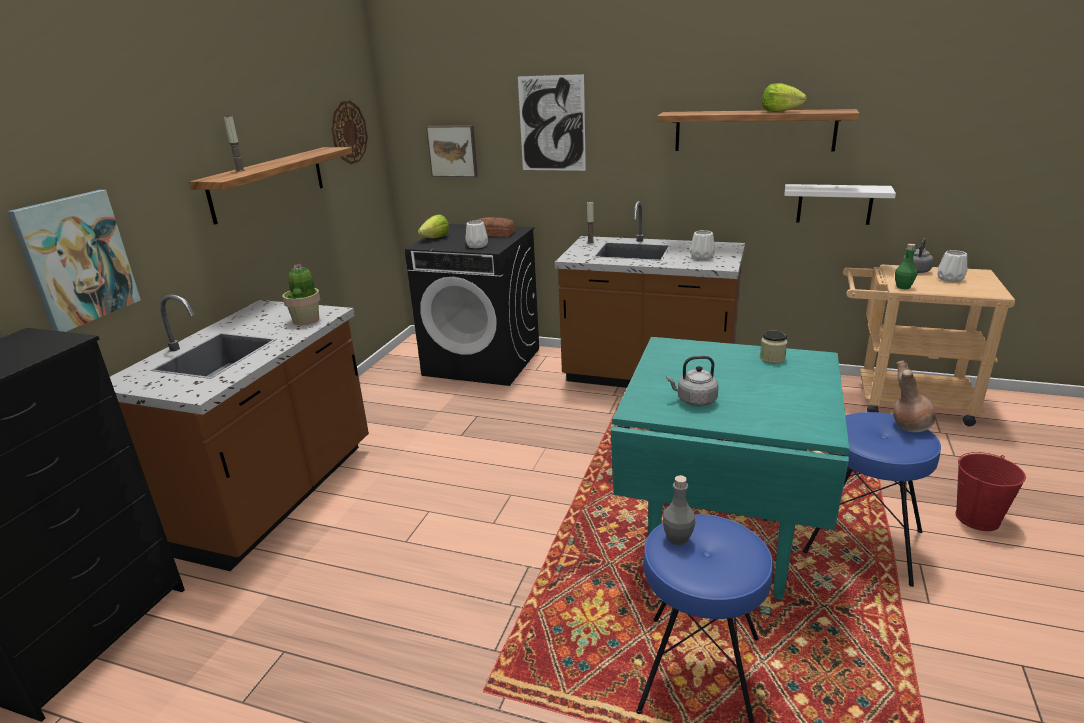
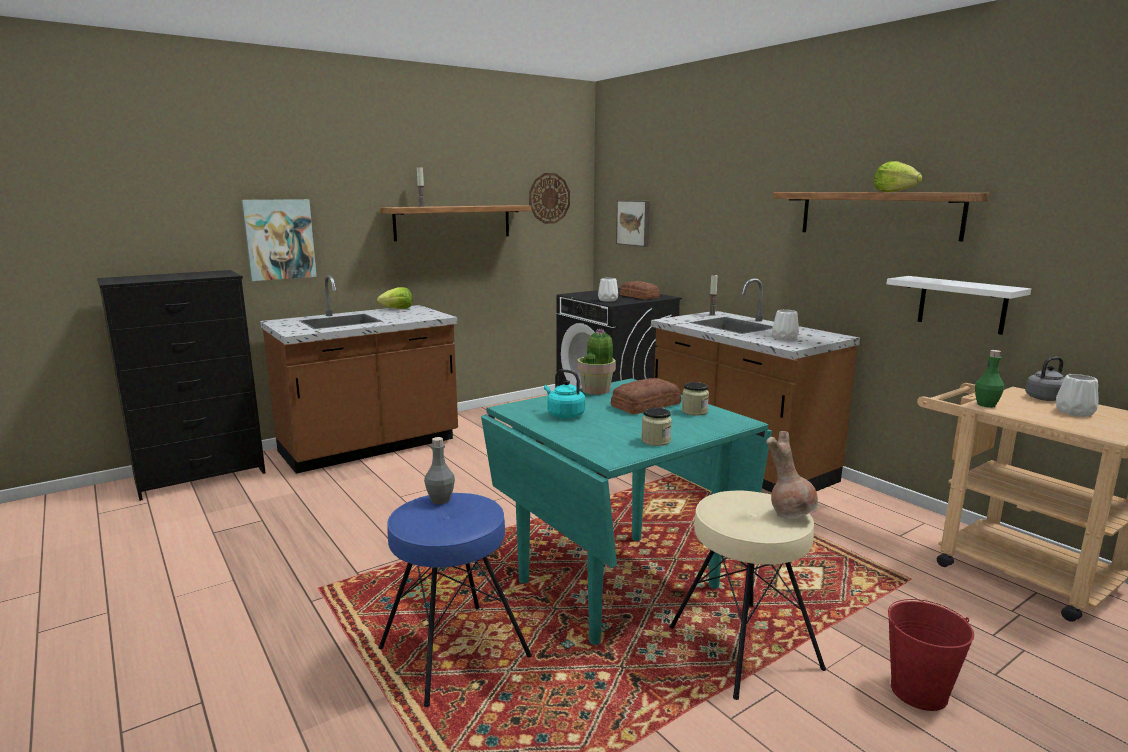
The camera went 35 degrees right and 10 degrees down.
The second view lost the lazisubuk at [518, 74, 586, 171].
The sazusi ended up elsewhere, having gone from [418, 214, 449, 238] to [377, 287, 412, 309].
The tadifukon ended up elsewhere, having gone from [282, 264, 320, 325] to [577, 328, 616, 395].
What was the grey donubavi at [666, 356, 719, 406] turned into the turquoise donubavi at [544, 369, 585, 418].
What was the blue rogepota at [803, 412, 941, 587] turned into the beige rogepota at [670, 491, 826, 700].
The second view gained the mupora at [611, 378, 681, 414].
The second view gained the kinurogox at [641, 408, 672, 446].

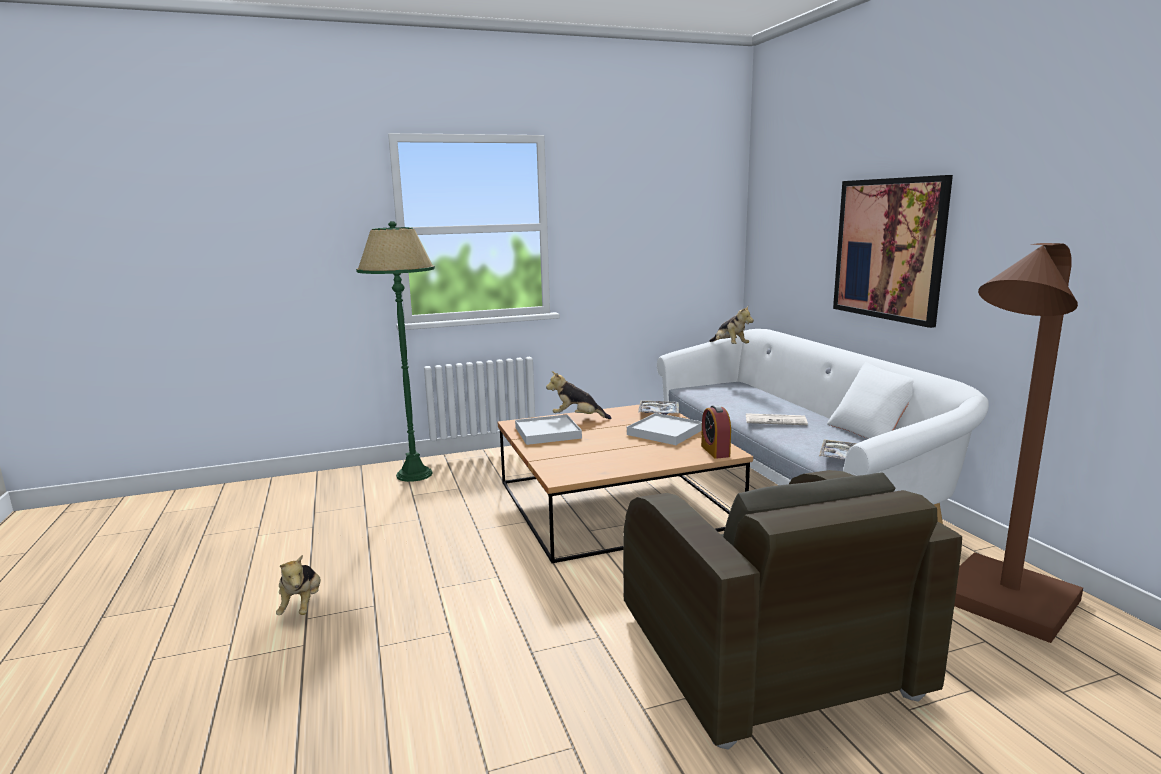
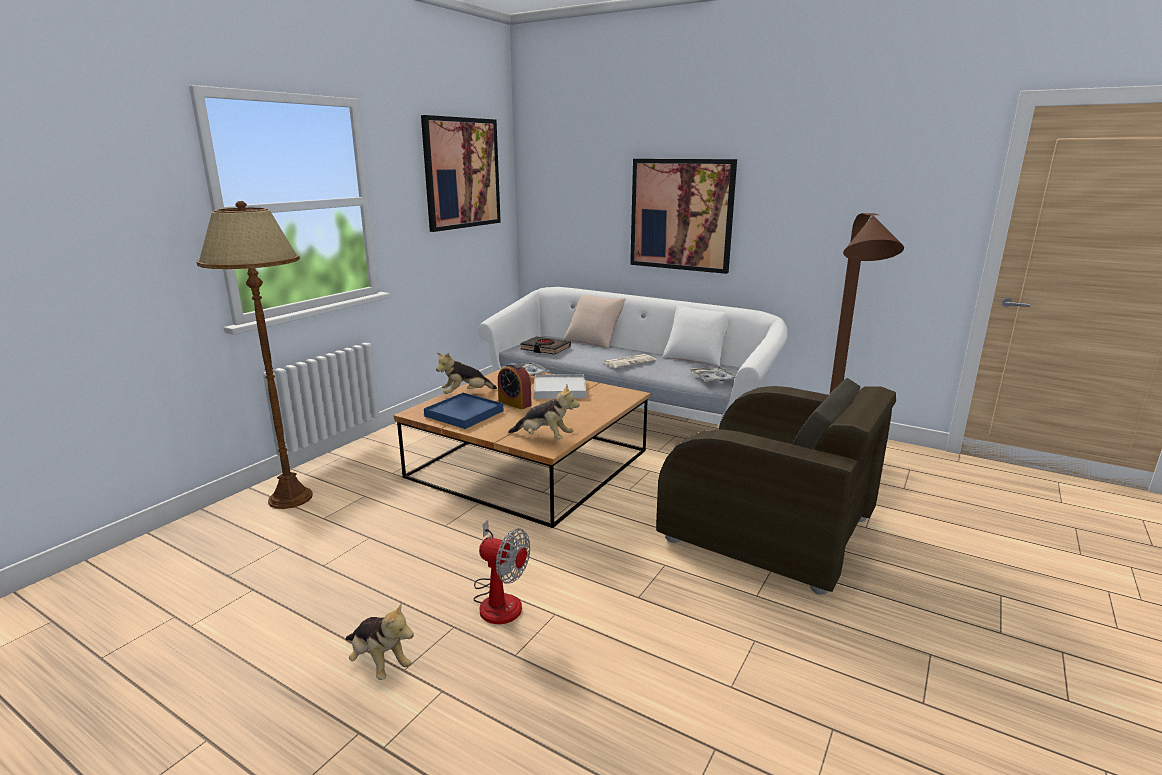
The camera went 40 degrees left and 5 degrees up.
What was the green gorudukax at [356, 221, 435, 482] turned into the brown gorudukax at [197, 201, 313, 509].
The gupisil ended up elsewhere, having gone from [709, 306, 754, 344] to [508, 385, 580, 439].
The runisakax ended up elsewhere, having gone from [701, 405, 731, 459] to [498, 363, 531, 409].
What was the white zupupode at [515, 414, 582, 445] turned into the blue zupupode at [424, 393, 504, 429].
The second view gained the lazisubuk at [421, 115, 501, 232].
The second view gained the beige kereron at [563, 295, 626, 349].
The second view gained the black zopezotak at [520, 336, 571, 354].
The second view gained the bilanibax at [473, 520, 530, 624].

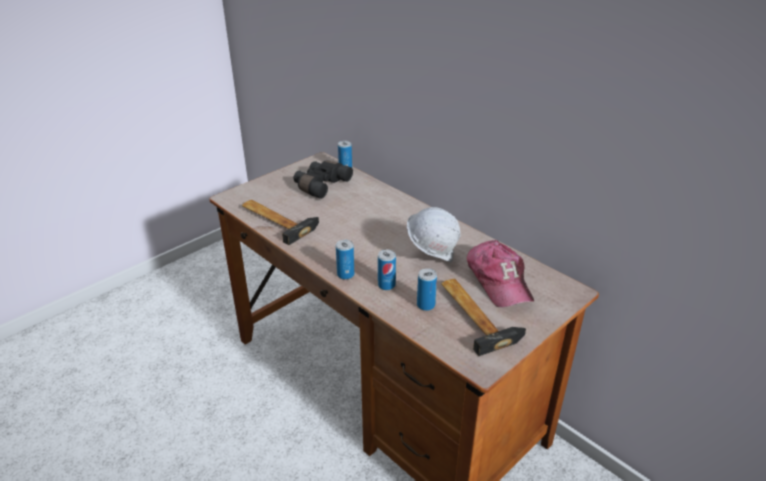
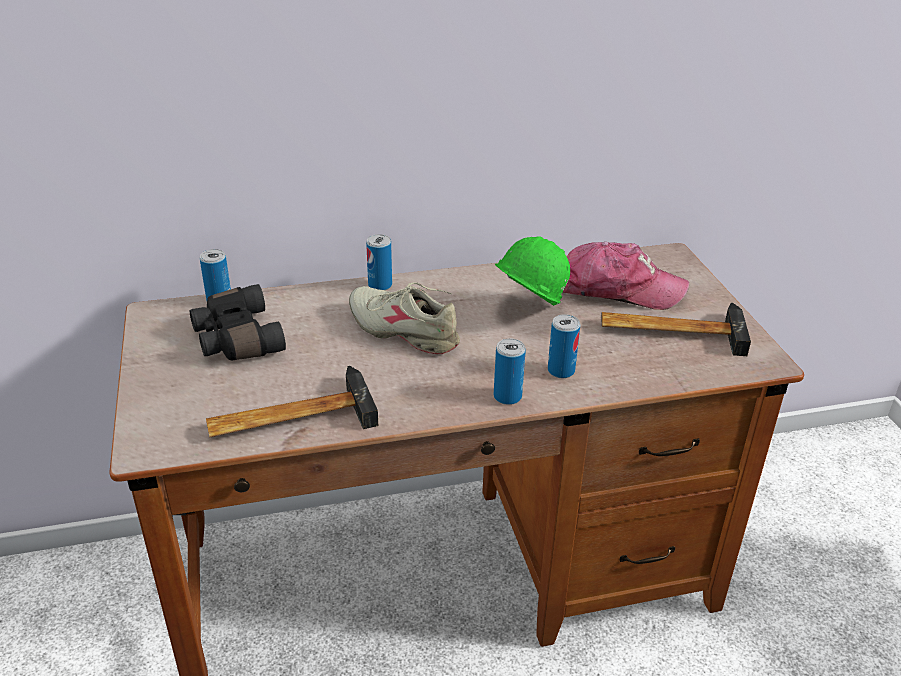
The camera went 60 degrees left and 0 degrees up.
What was the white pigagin at [407, 207, 461, 262] turned into the green pigagin at [495, 236, 570, 306].
The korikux ended up elsewhere, having gone from [417, 268, 437, 311] to [366, 234, 392, 290].
The second view gained the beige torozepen at [349, 282, 460, 354].

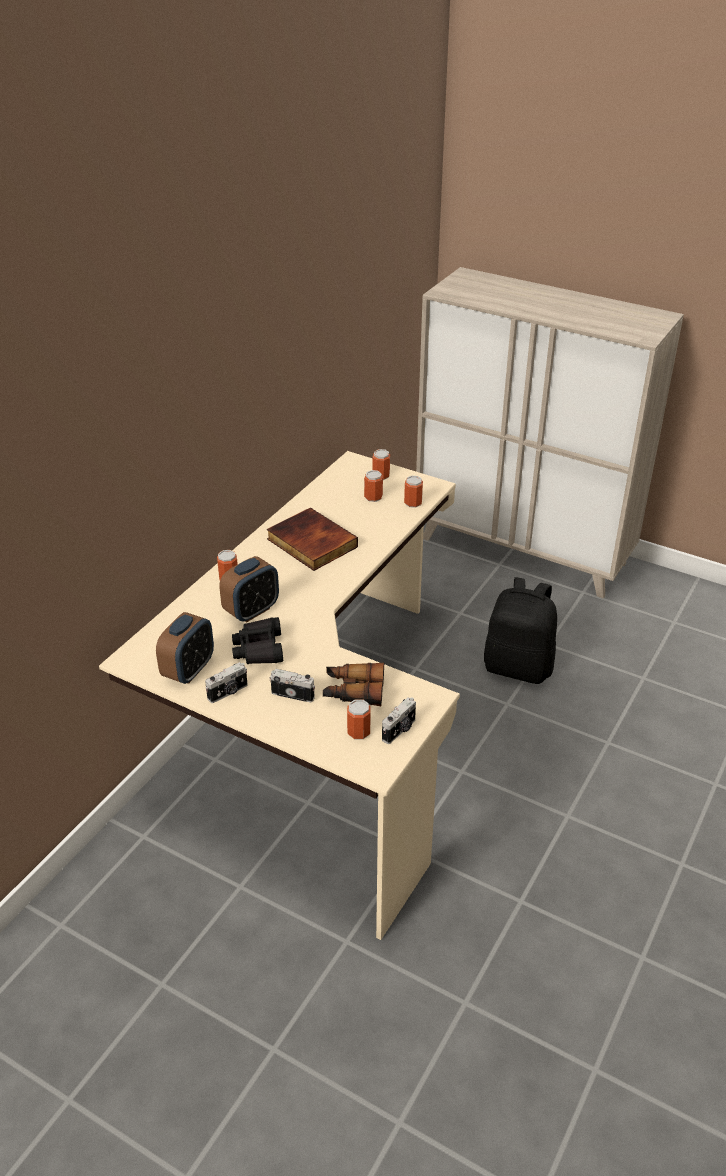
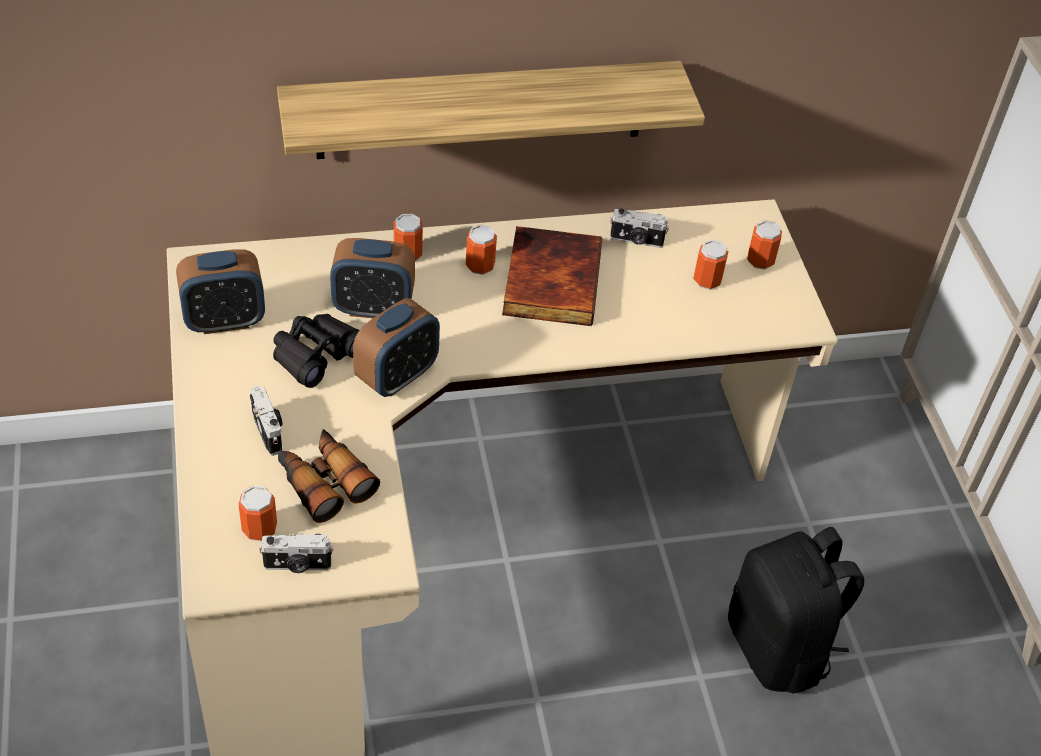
The camera went 45 degrees right and 10 degrees up.
The korikux ended up elsewhere, having gone from [404, 476, 423, 508] to [466, 224, 497, 275].
The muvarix ended up elsewhere, having gone from [205, 662, 248, 703] to [610, 209, 669, 248].
The second view gained the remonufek at [277, 61, 705, 159].
The second view gained the runisakax at [353, 298, 440, 397].

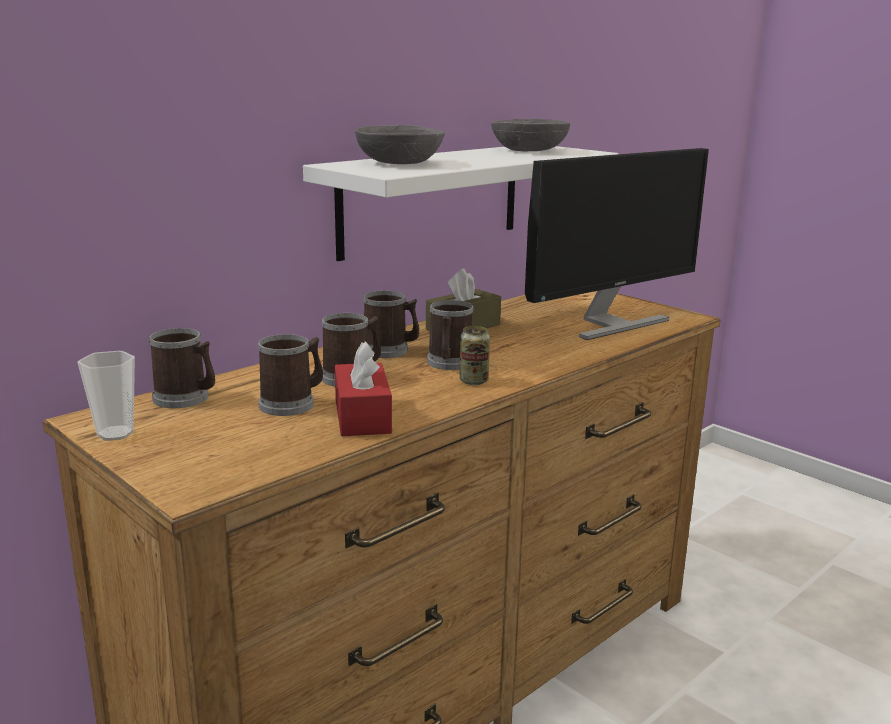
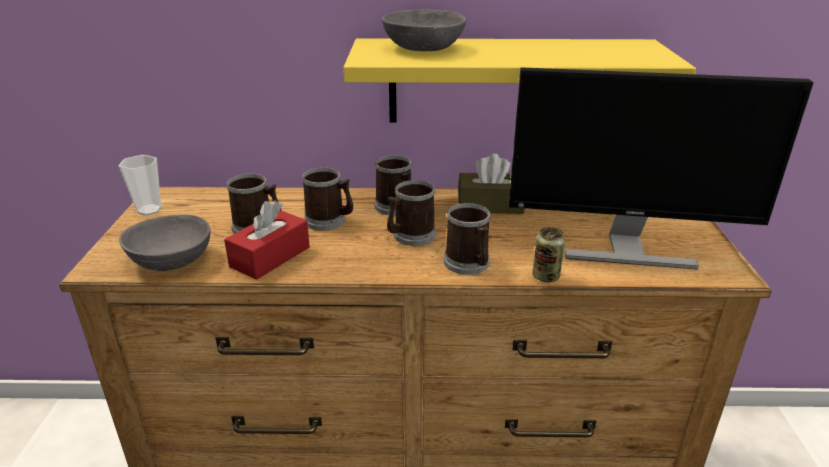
The camera went 45 degrees right and 10 degrees up.
The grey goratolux ended up elsewhere, having gone from [491, 119, 570, 151] to [119, 214, 210, 271].
What was the white remonufek at [303, 146, 619, 261] turned into the yellow remonufek at [343, 38, 696, 123].
The korikux ended up elsewhere, having gone from [460, 326, 490, 385] to [532, 227, 565, 282].
The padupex ended up elsewhere, having gone from [149, 328, 215, 408] to [444, 203, 490, 275].

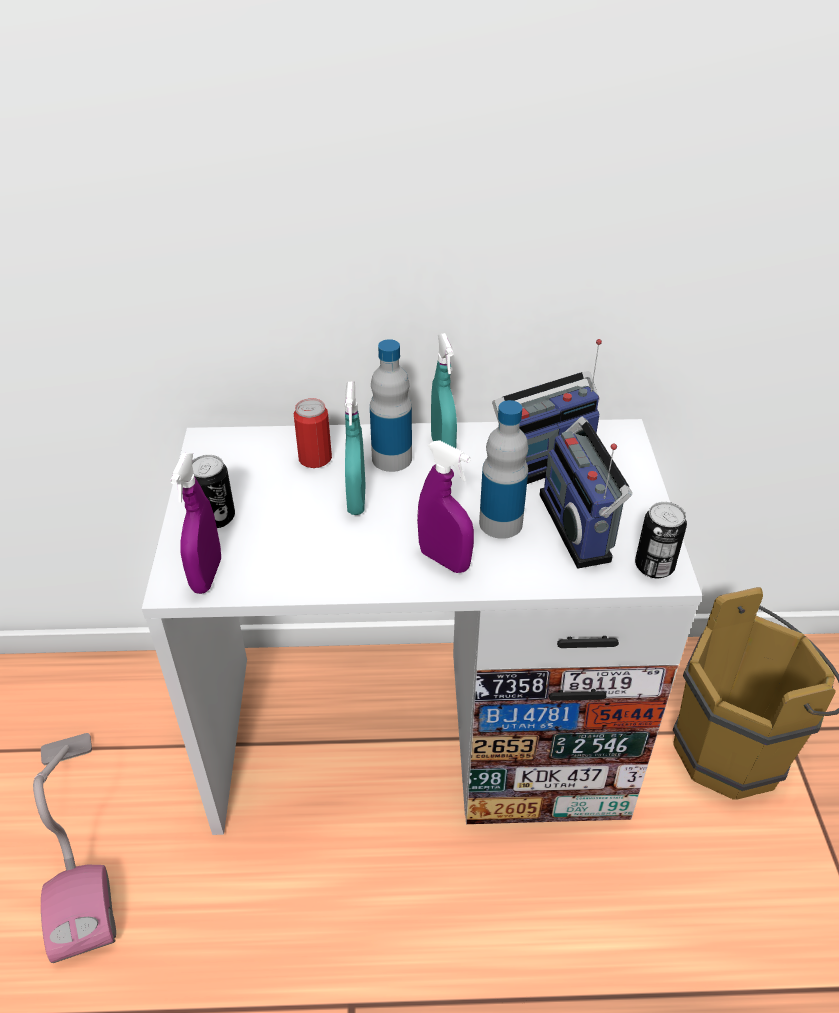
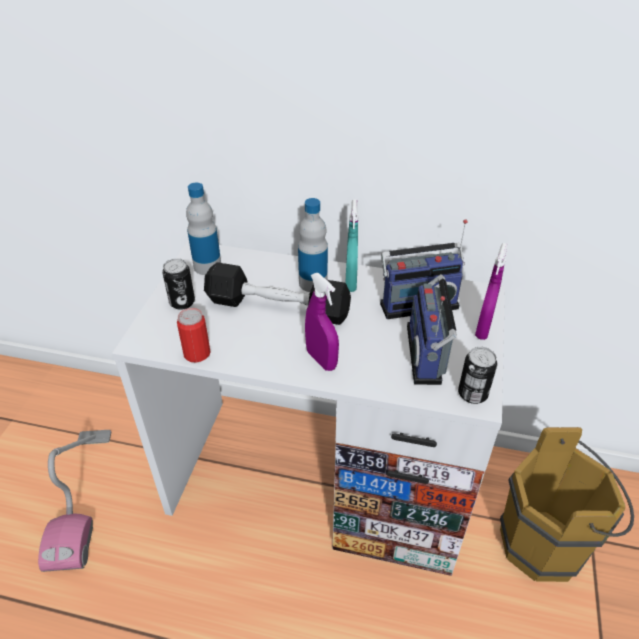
The camera went 15 degrees right and 0 degrees up.
Where the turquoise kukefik stood at [345, 382, 366, 515], the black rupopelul came to stand at [204, 262, 351, 325].
The korikux ended up elsewhere, having gone from [294, 398, 332, 468] to [177, 308, 211, 362].
The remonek ended up elsewhere, having gone from [479, 400, 528, 539] to [186, 183, 221, 275].
The purple kukefik ended up elsewhere, having gone from [170, 453, 221, 594] to [475, 243, 508, 340].

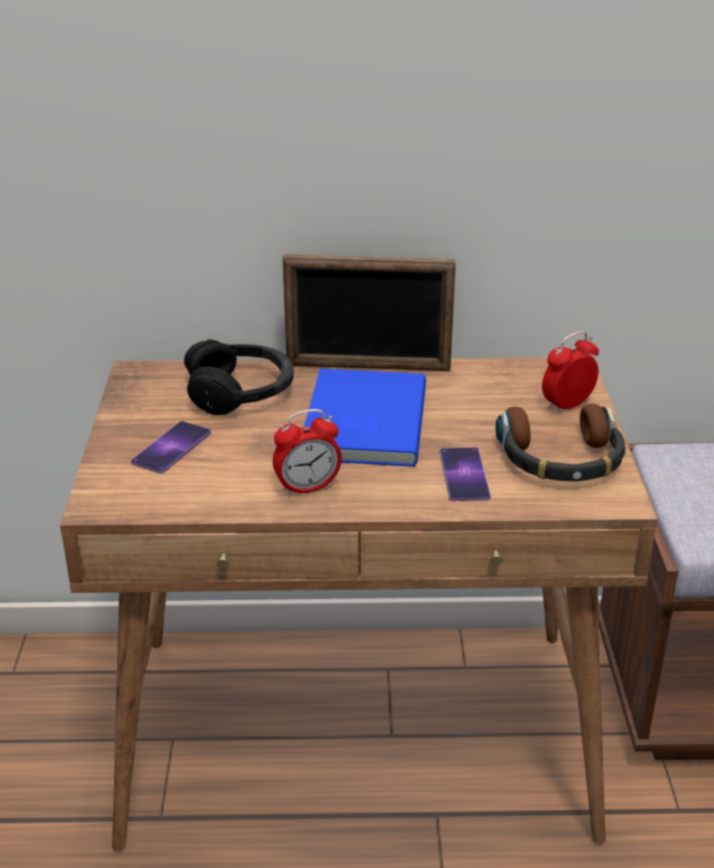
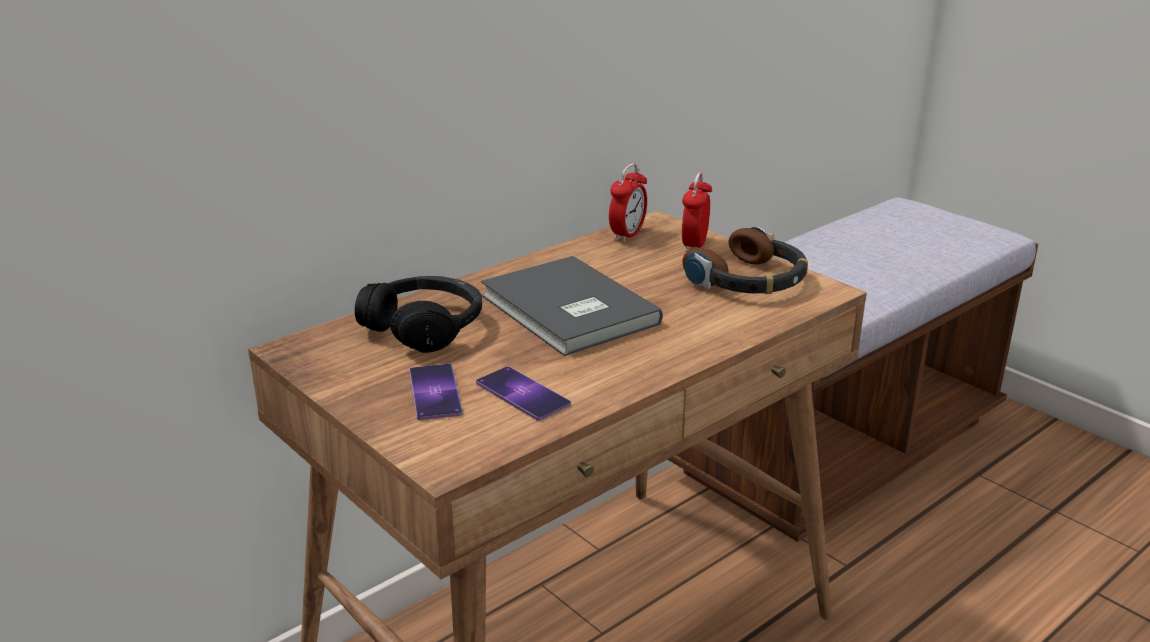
The camera went 40 degrees left and 5 degrees down.
The second view lost the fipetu at [283, 254, 456, 371].
What was the blue zopezotak at [304, 369, 426, 467] turned into the grey zopezotak at [481, 256, 663, 356].
The runisakax ended up elsewhere, having gone from [273, 409, 342, 497] to [609, 163, 647, 242].
The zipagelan ended up elsewhere, having gone from [440, 447, 491, 501] to [476, 367, 571, 421].

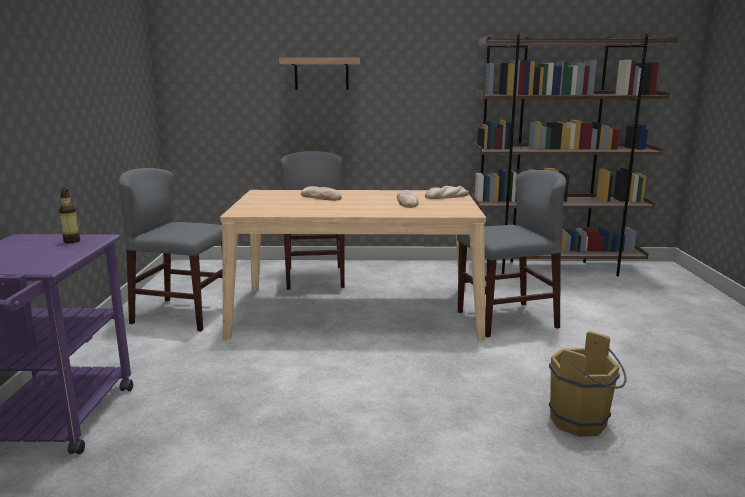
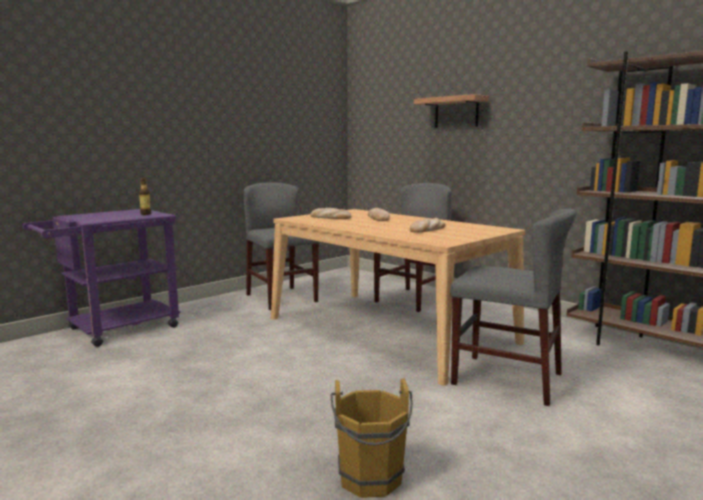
The camera went 45 degrees right and 5 degrees down.
The mupora ended up elsewhere, having gone from [425, 186, 469, 199] to [310, 208, 352, 219].

